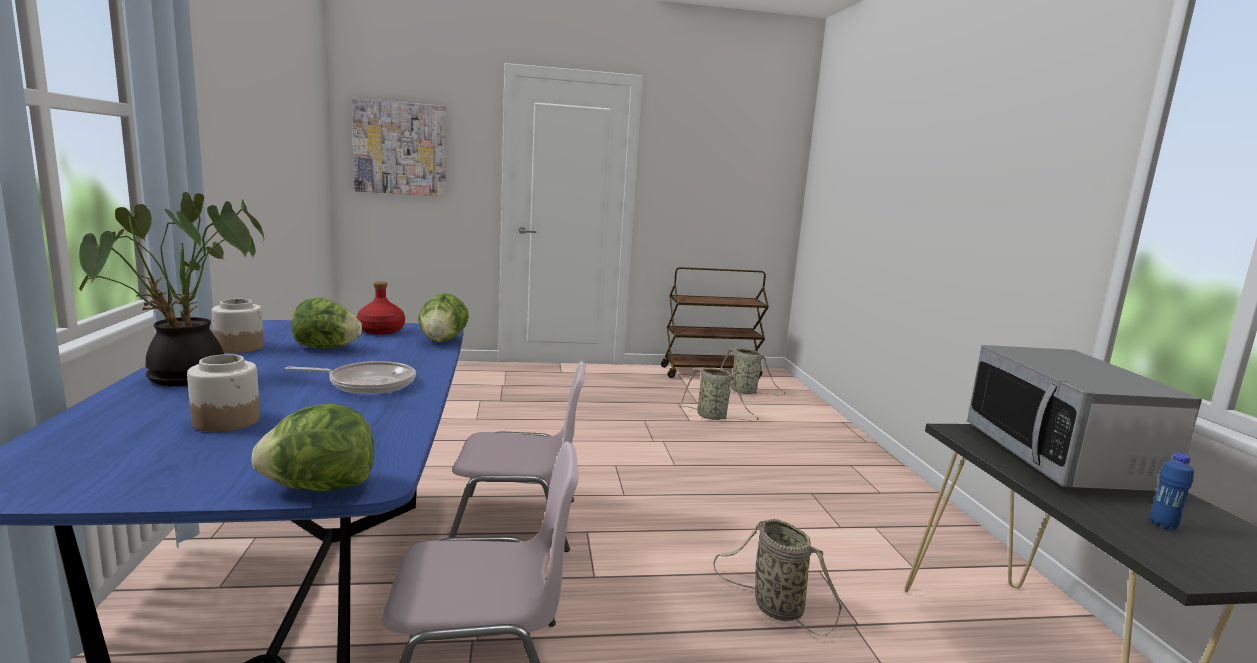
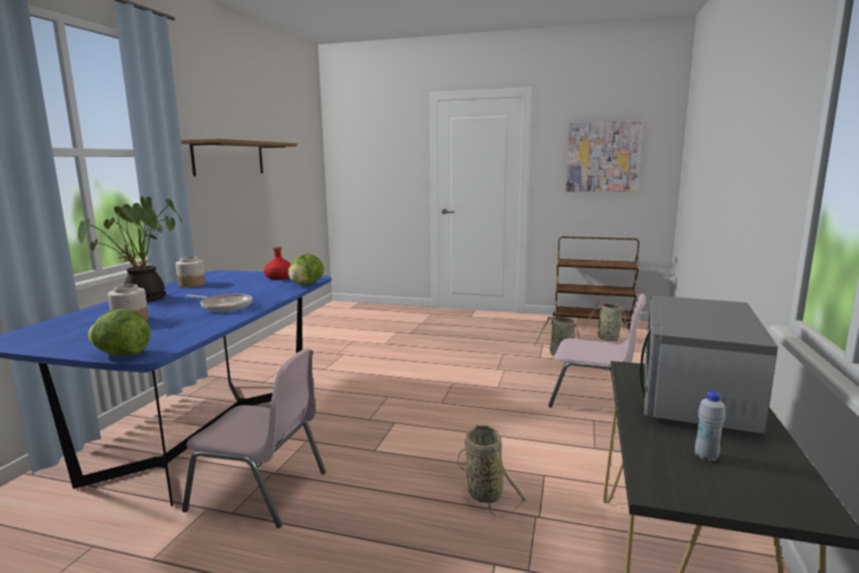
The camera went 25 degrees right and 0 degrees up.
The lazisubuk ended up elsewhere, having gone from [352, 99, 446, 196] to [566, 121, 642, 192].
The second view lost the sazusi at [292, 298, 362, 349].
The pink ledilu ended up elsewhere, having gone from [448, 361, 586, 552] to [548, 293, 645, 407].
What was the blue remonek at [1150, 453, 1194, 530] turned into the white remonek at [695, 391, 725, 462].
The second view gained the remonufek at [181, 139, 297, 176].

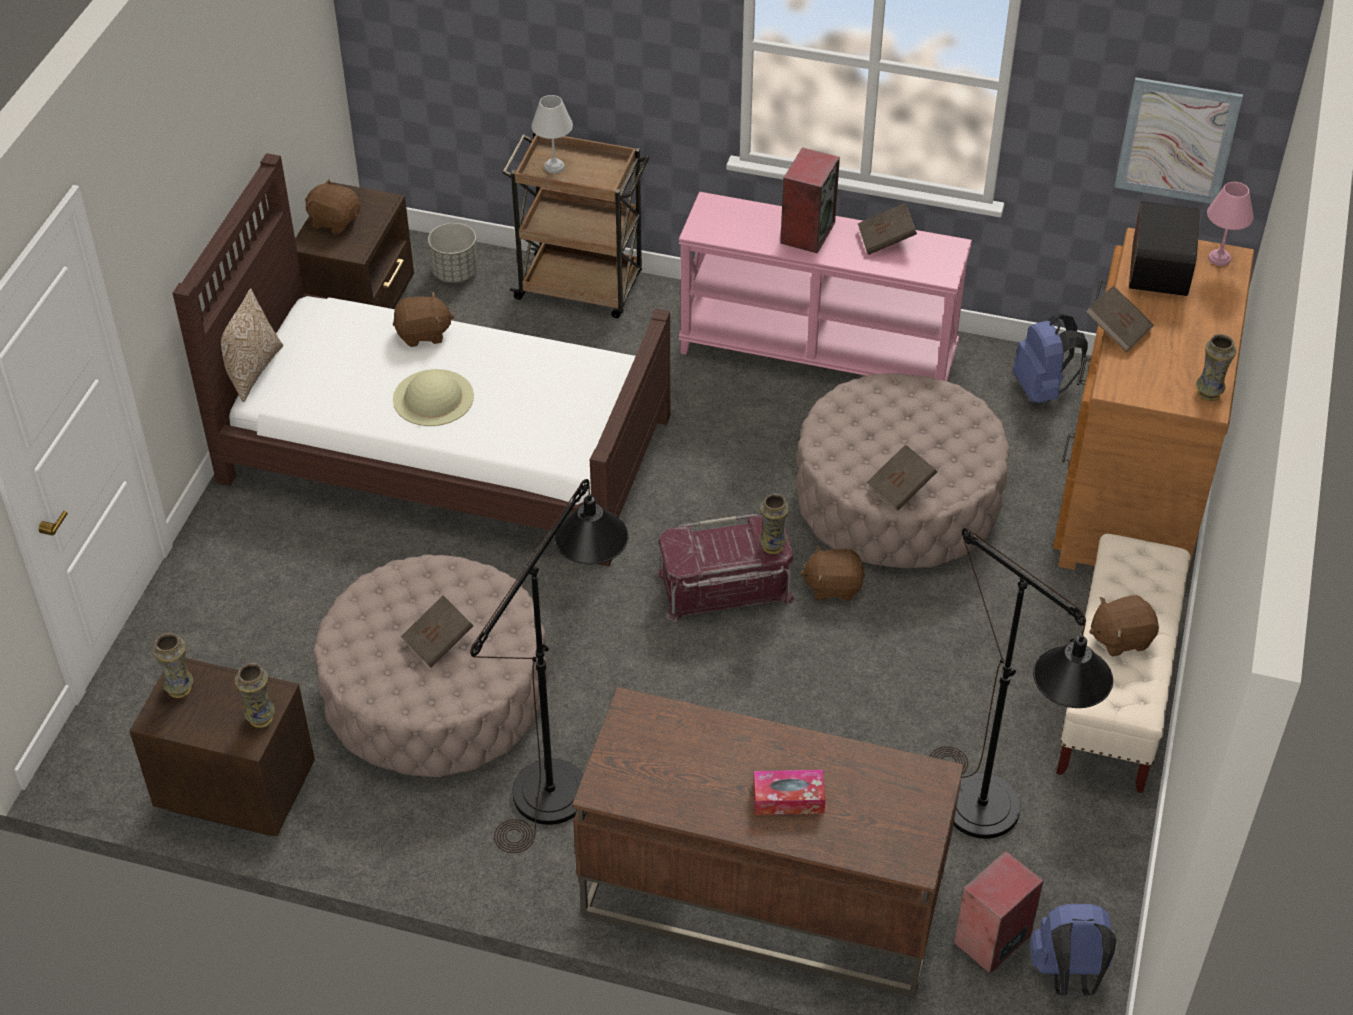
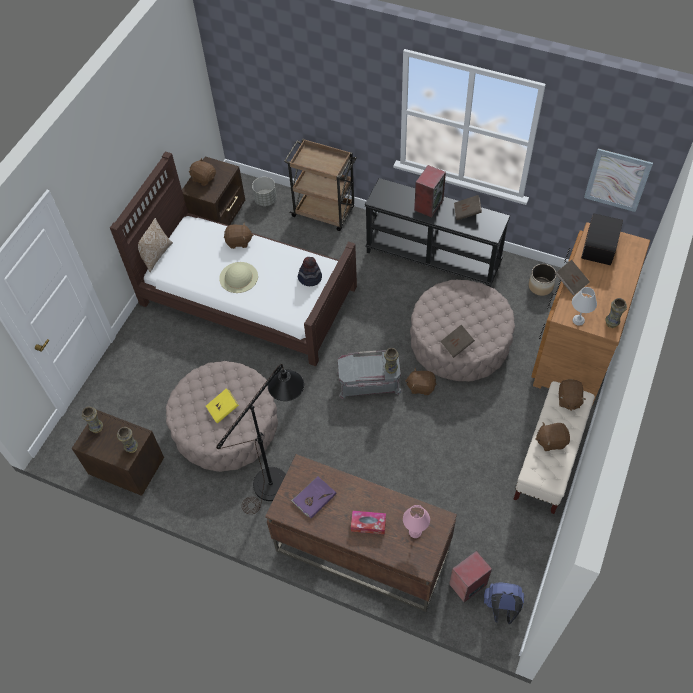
The camera went 10 degrees right and 10 degrees up.
The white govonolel ended up elsewhere, having gone from [531, 95, 573, 174] to [572, 287, 597, 326].
The pink govonolel ended up elsewhere, having gone from [1207, 182, 1254, 266] to [403, 505, 430, 538].
What was the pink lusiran at [678, 192, 972, 381] turned into the black lusiran at [365, 178, 510, 287].
Where the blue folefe stood at [1013, 313, 1088, 403], the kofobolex came to stand at [529, 264, 557, 296].
What was the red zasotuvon at [656, 514, 795, 622] turned into the grey zasotuvon at [337, 350, 402, 399].
The second view lost the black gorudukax at [930, 528, 1113, 839].
What was the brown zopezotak at [401, 595, 473, 668] turned into the yellow zopezotak at [206, 388, 239, 423].
The second view gained the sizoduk at [297, 257, 322, 286].
The second view gained the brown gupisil at [559, 379, 586, 411].
The second view gained the purple zopezotak at [291, 476, 337, 518].

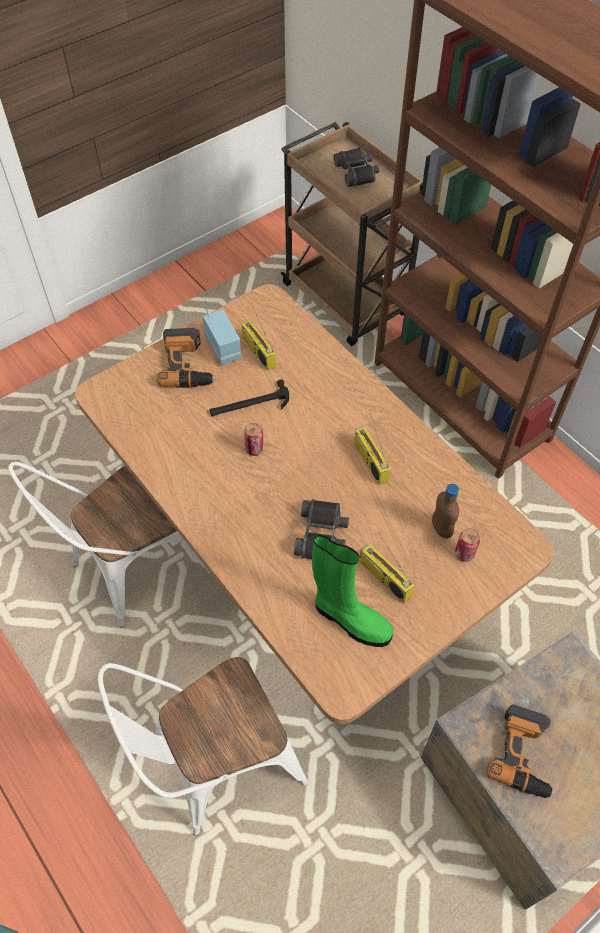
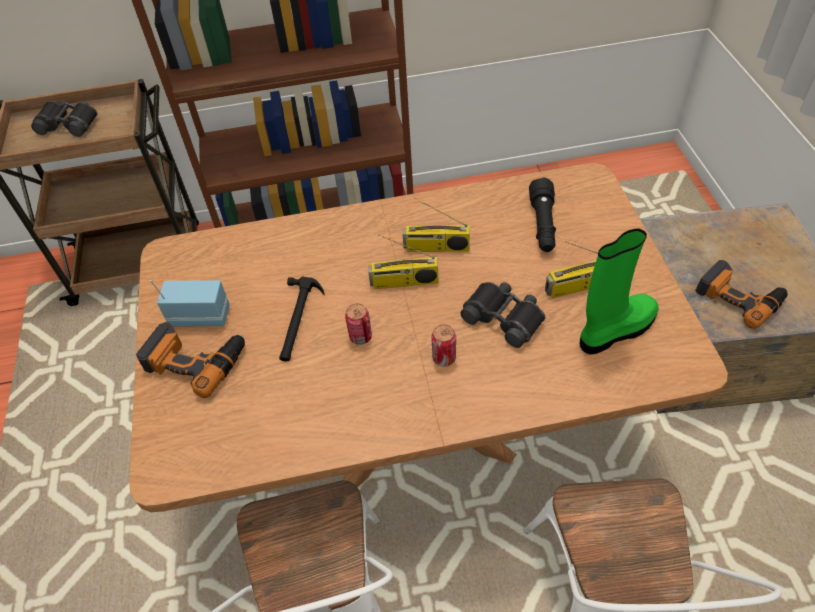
The camera went 60 degrees left and 5 degrees down.
The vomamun ended up elsewhere, having gone from [242, 303, 276, 371] to [368, 235, 438, 289].
Where the brown remonek stood at [432, 484, 459, 539], the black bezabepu came to stand at [529, 178, 556, 252].
The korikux ended up elsewhere, having gone from [455, 528, 480, 562] to [431, 324, 456, 367].

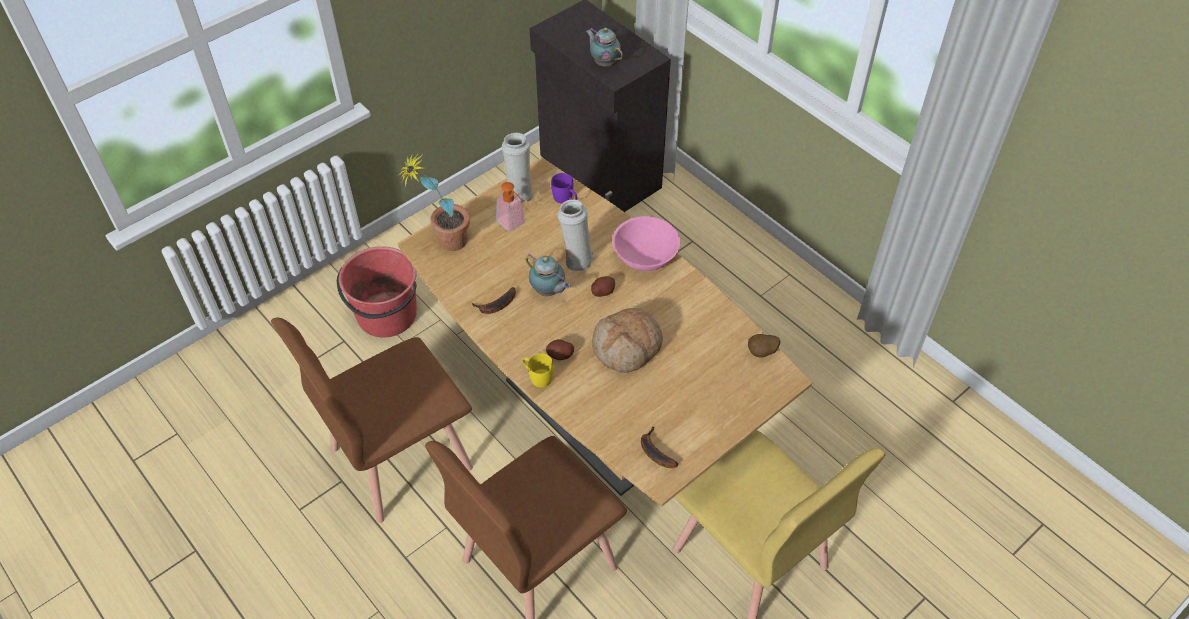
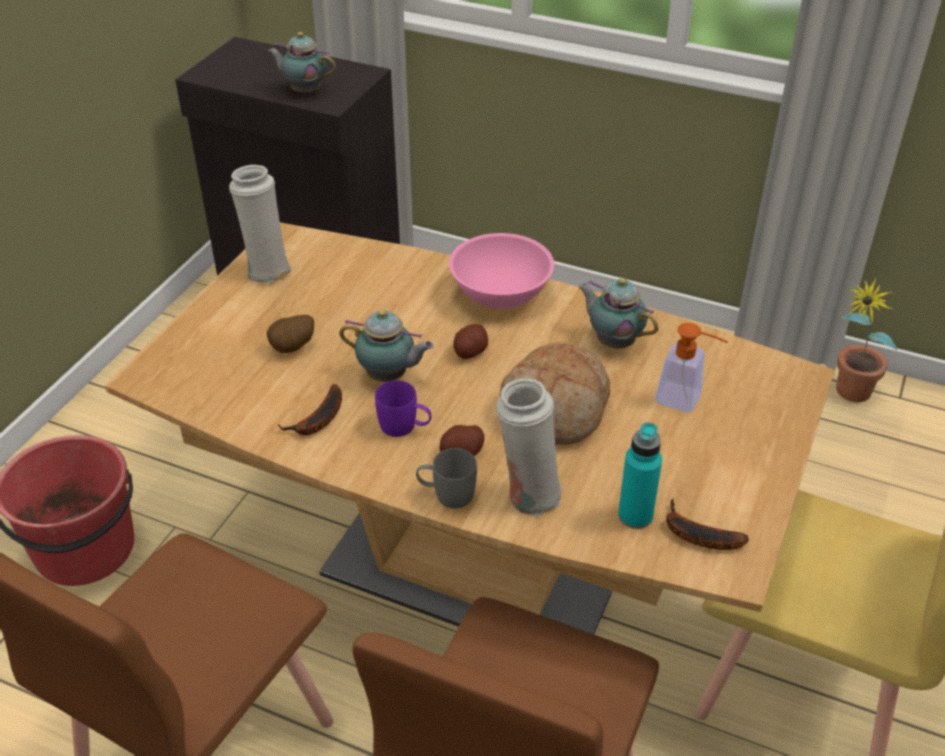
The camera went 25 degrees left and 10 degrees down.
The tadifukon ended up elsewhere, having gone from [397, 153, 470, 251] to [836, 278, 897, 402].
The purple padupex ended up elsewhere, having gone from [551, 173, 577, 203] to [375, 380, 432, 437].
The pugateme ended up elsewhere, having gone from [496, 182, 525, 231] to [655, 323, 728, 413].
The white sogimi ended up elsewhere, having gone from [558, 199, 594, 271] to [496, 378, 562, 517].
The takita ended up elsewhere, having gone from [748, 334, 780, 358] to [266, 315, 314, 353].
What was the yellow padupex at [522, 354, 554, 387] turned into the grey padupex at [416, 448, 477, 508].
The second view gained the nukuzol at [578, 278, 658, 348].
The second view gained the turquoise remonek at [618, 422, 662, 529].

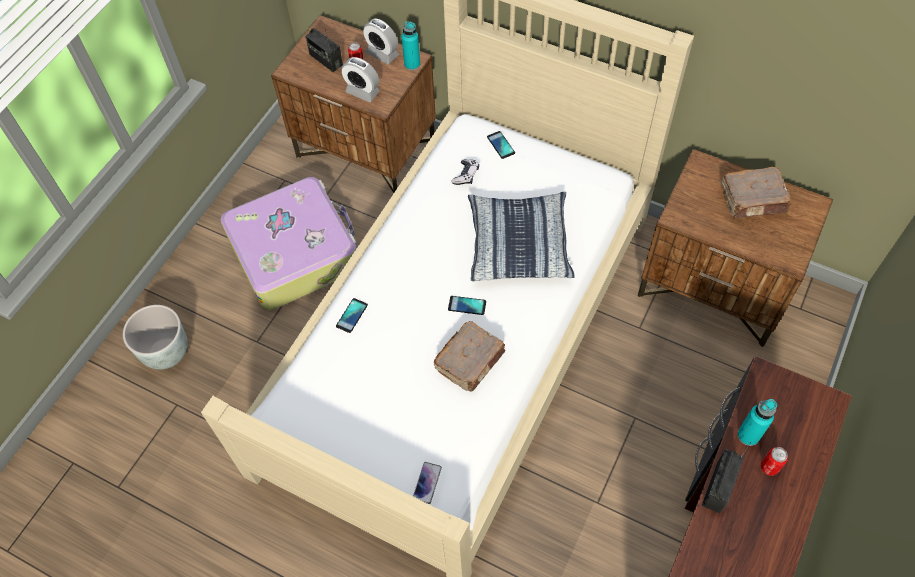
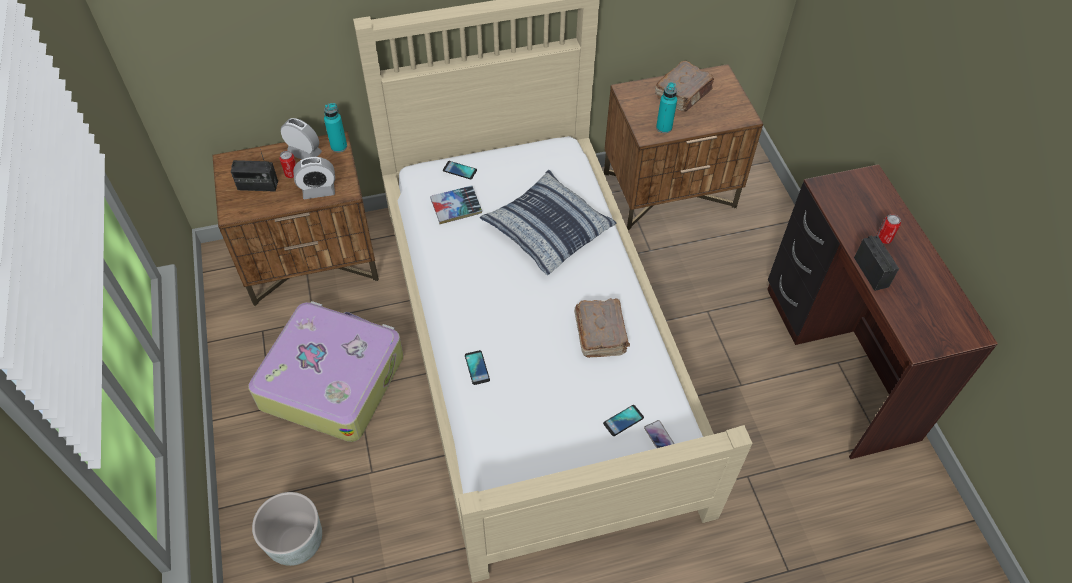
The camera went 45 degrees left and 5 degrees down.
The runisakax at [363, 19, 399, 65] ended up facing another way, 150 degrees counterclockwise from before.
Where the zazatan stood at [452, 159, 479, 185], the zopezotak came to stand at [430, 185, 482, 224].
The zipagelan ended up elsewhere, having gone from [448, 296, 486, 315] to [603, 405, 644, 436].
The turquoise remonek ended up elsewhere, having gone from [738, 399, 777, 446] to [656, 82, 677, 133].

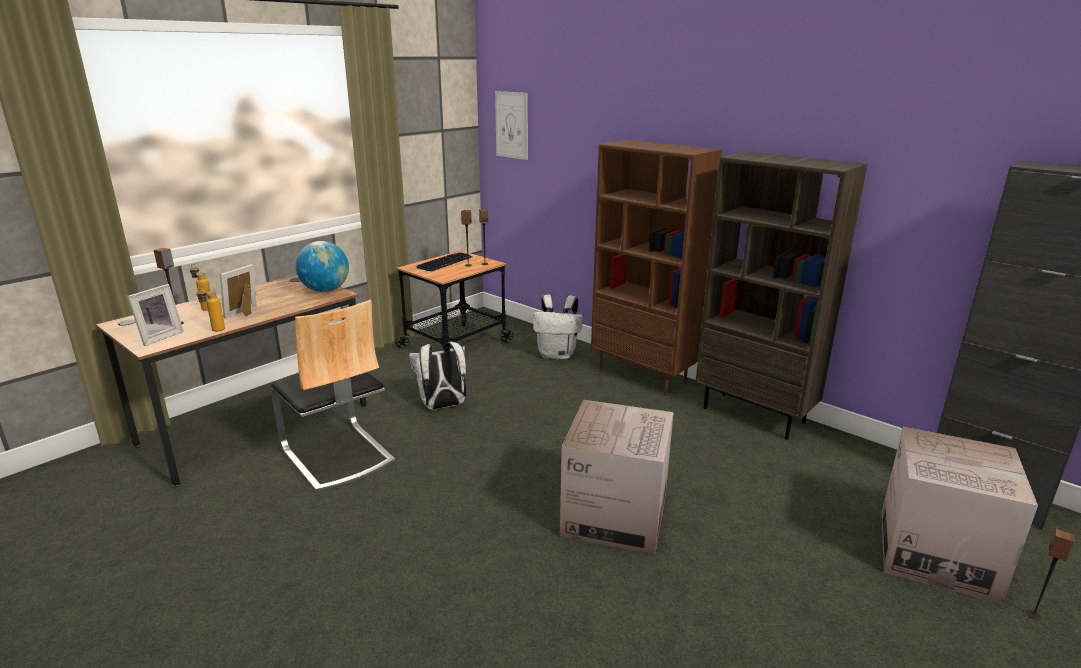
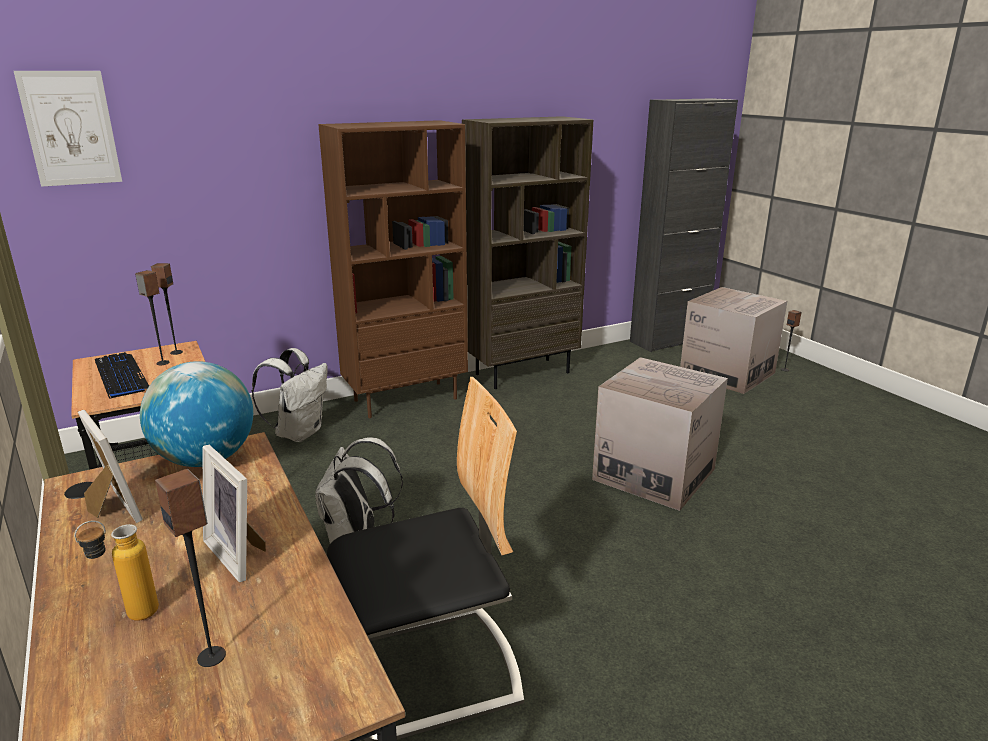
The camera went 70 degrees left and 0 degrees up.
The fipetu ended up elsewhere, having gone from [127, 284, 184, 346] to [78, 410, 143, 523].
The second view lost the remonek at [196, 286, 225, 332].

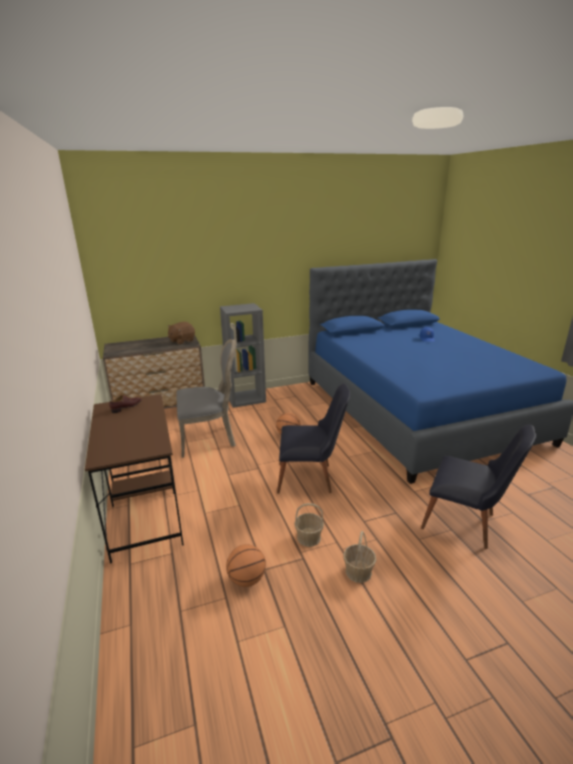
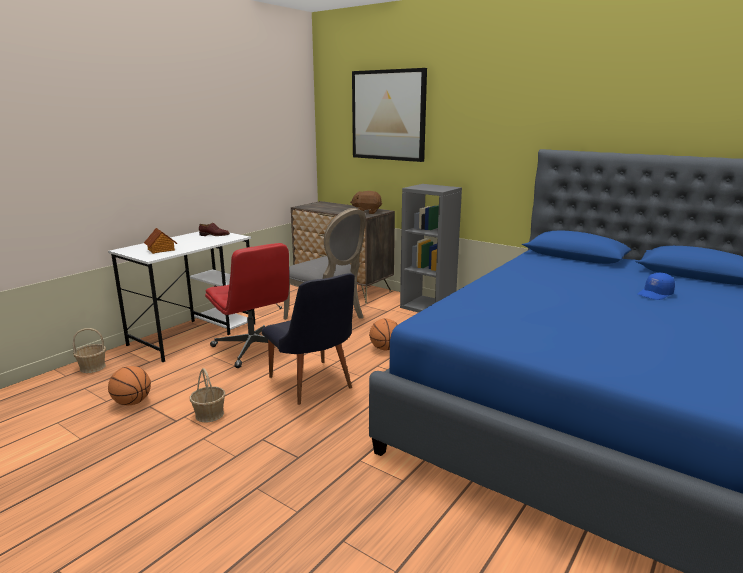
The camera went 55 degrees right and 5 degrees down.
What was the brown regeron at [85, 394, 184, 564] turned into the white regeron at [108, 231, 255, 363].
The second view lost the black ledilu at [421, 424, 536, 549].
The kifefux ended up elsewhere, having gone from [343, 531, 376, 583] to [73, 328, 106, 373].
The second view gained the lazisubuk at [352, 68, 427, 162].
The second view gained the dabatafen at [144, 228, 177, 254].
The second view gained the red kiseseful at [205, 243, 289, 368].

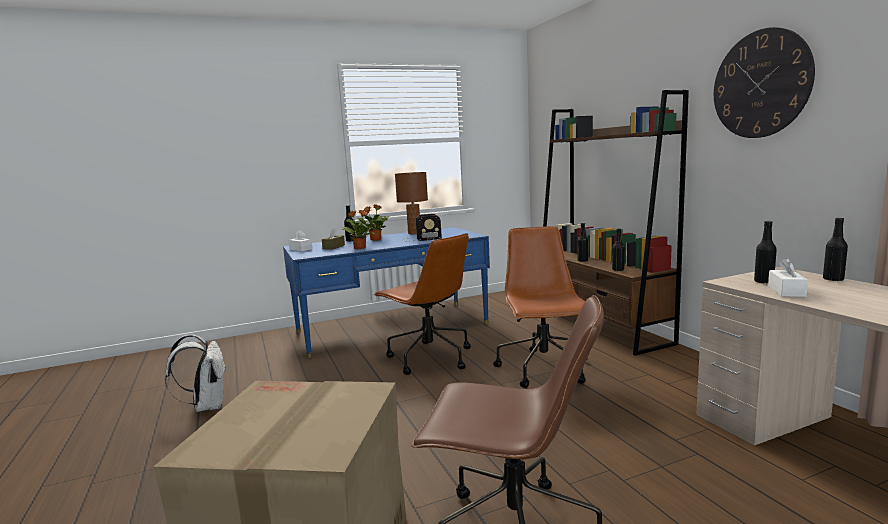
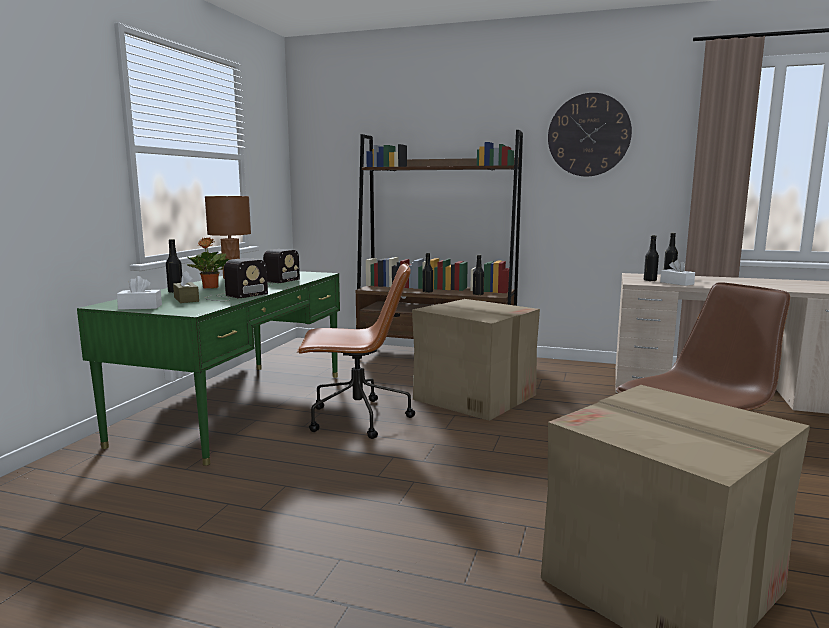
The camera went 50 degrees left and 0 degrees up.
Where the tadifukon stood at [341, 210, 375, 249], the vomamun came to stand at [205, 258, 268, 301].
Where the brown kiseseful stood at [493, 226, 587, 388], the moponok came to stand at [412, 299, 540, 421].
What was the blue regeron at [283, 227, 490, 358] turned into the green regeron at [77, 271, 340, 466].
The second view lost the white folefe at [165, 335, 227, 412].

